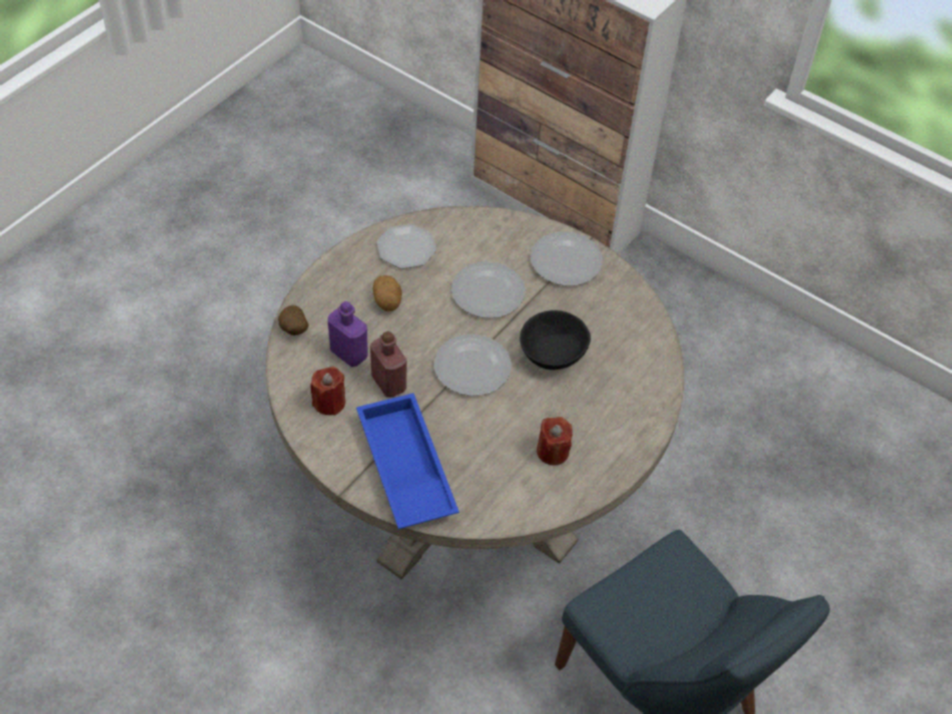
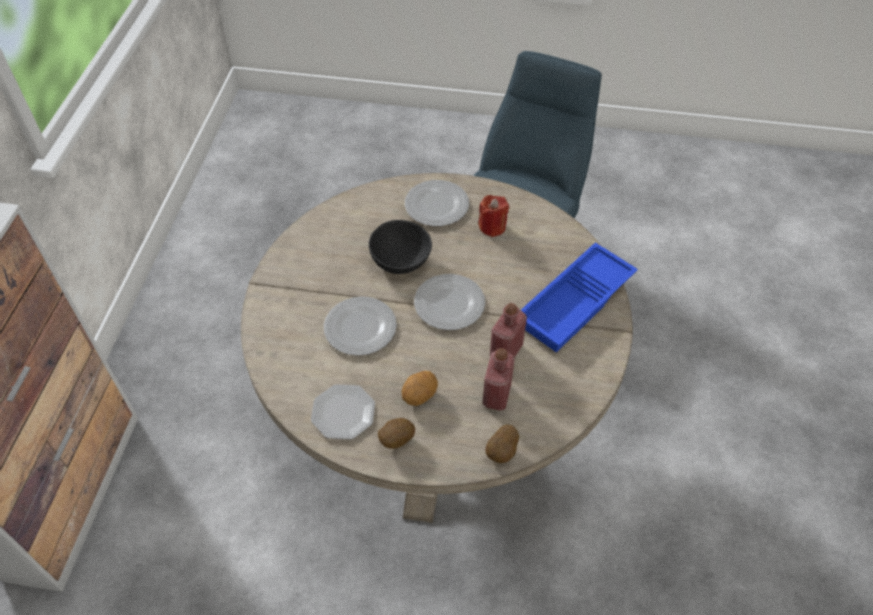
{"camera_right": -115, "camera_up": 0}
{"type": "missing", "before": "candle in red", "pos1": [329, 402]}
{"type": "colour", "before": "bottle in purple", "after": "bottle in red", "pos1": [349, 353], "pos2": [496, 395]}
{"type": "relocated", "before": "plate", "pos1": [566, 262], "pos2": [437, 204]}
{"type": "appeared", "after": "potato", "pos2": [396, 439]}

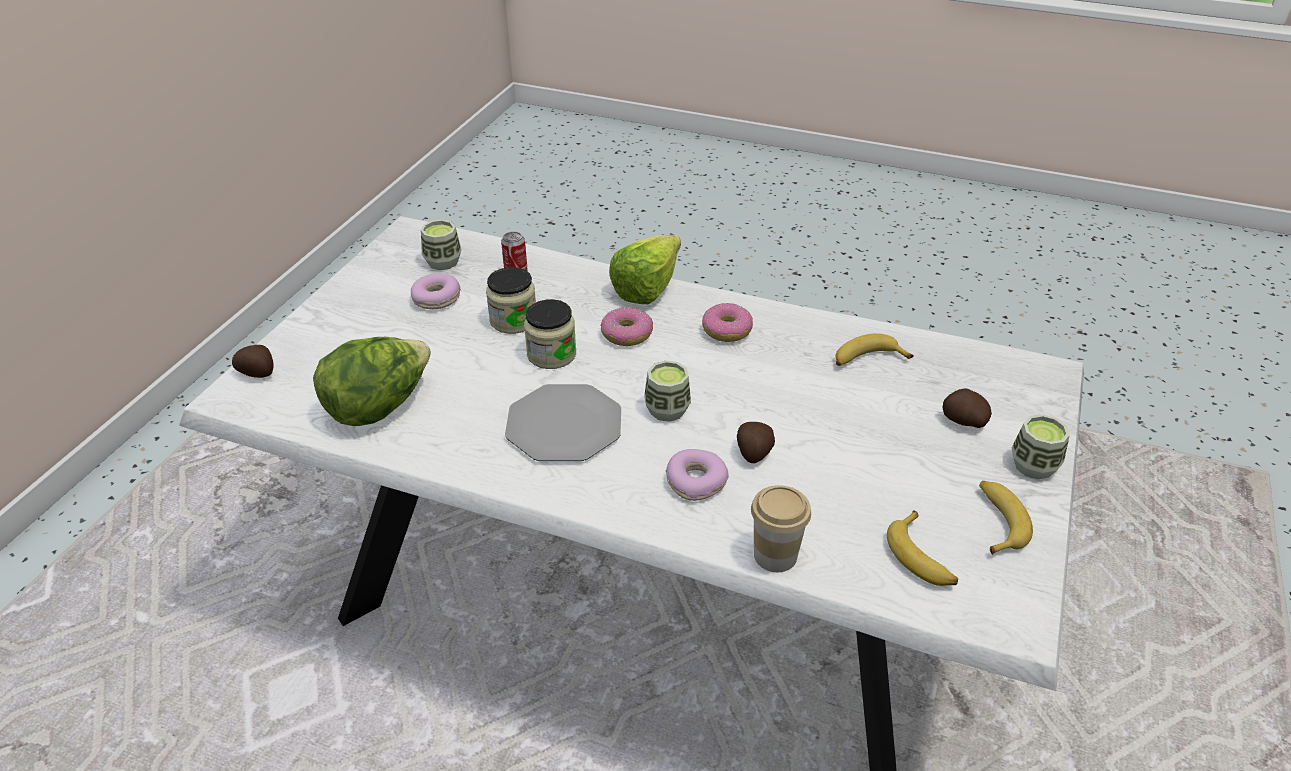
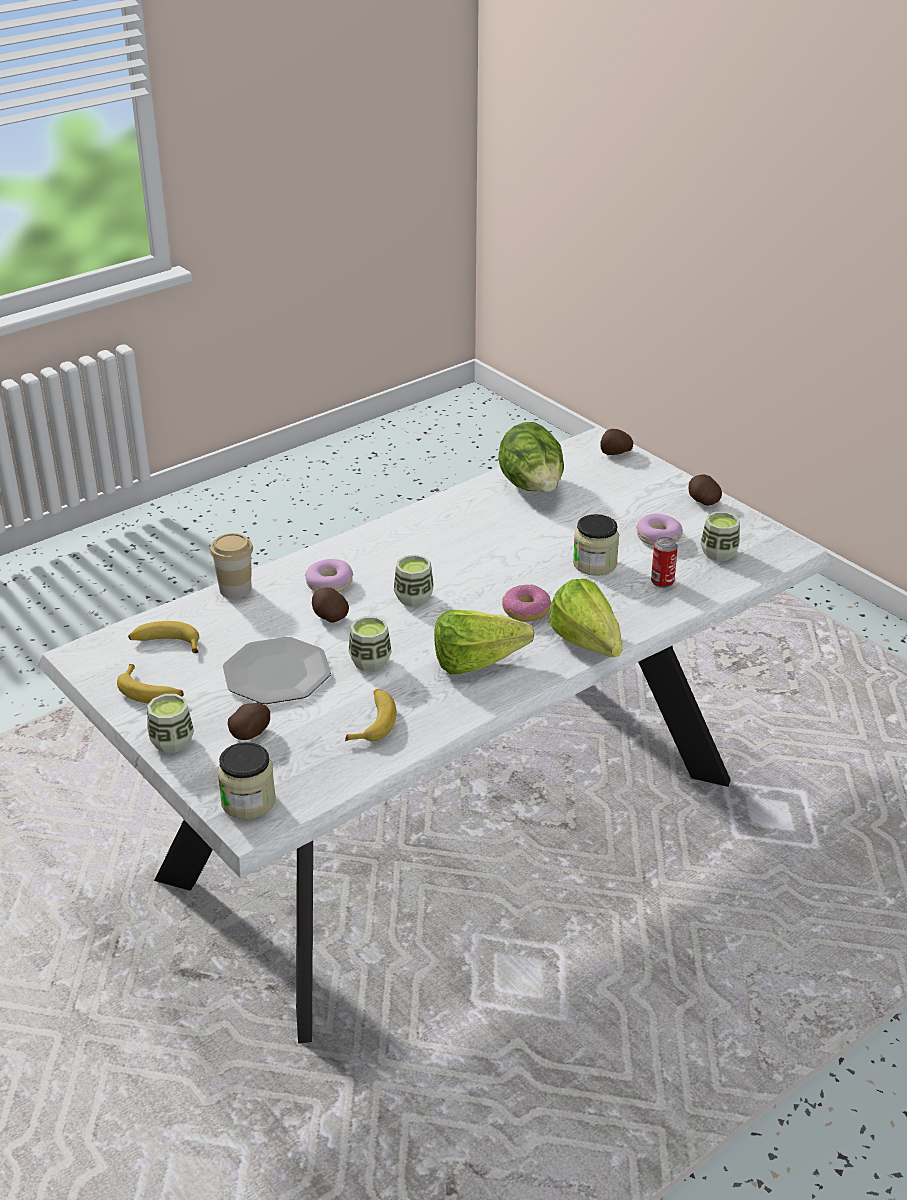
{"camera_right": 120, "camera_up": -5}
{"type": "relocated", "before": "plate", "pos1": [564, 425], "pos2": [277, 673]}
{"type": "relocated", "before": "jar", "pos1": [551, 354], "pos2": [248, 801]}
{"type": "exchanged", "before": "donut", "after": "lettuce", "pos1": [727, 330], "pos2": [485, 663]}
{"type": "appeared", "after": "cup", "pos2": [370, 661]}
{"type": "appeared", "after": "potato", "pos2": [702, 501]}

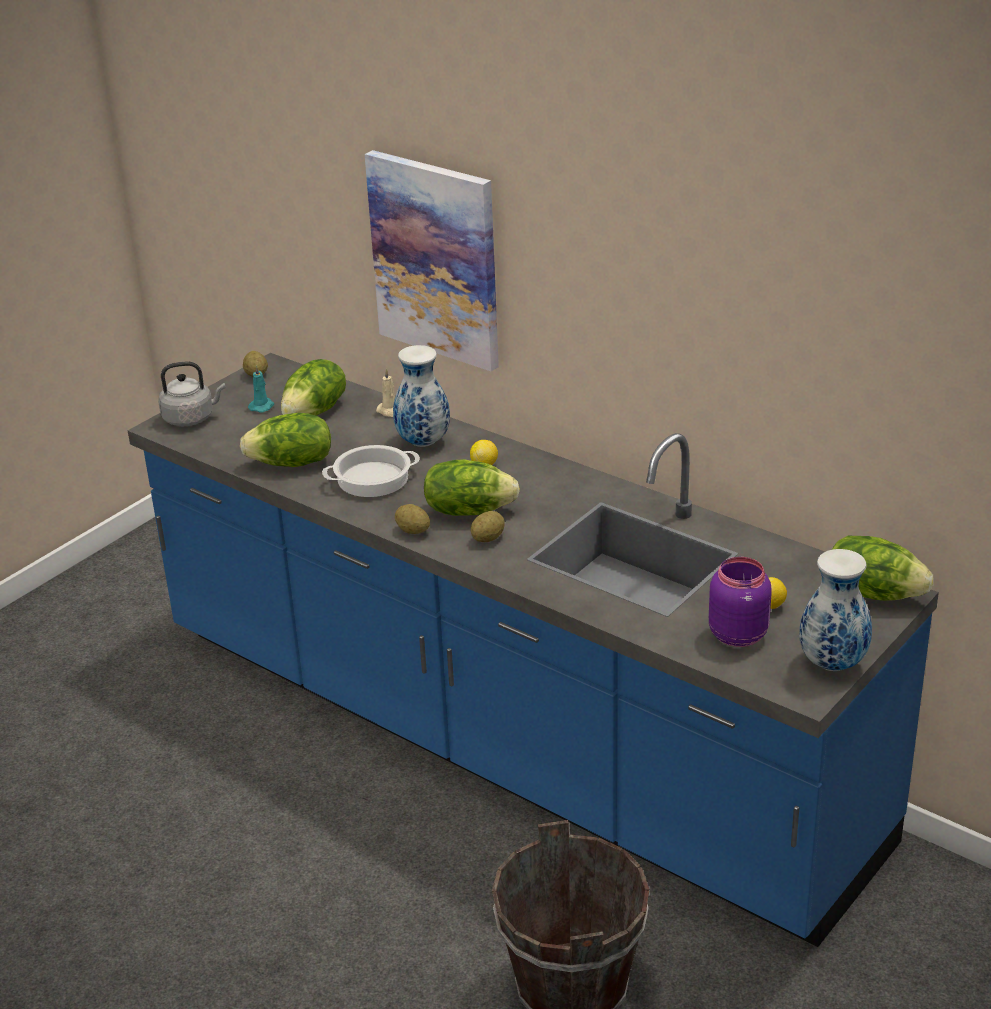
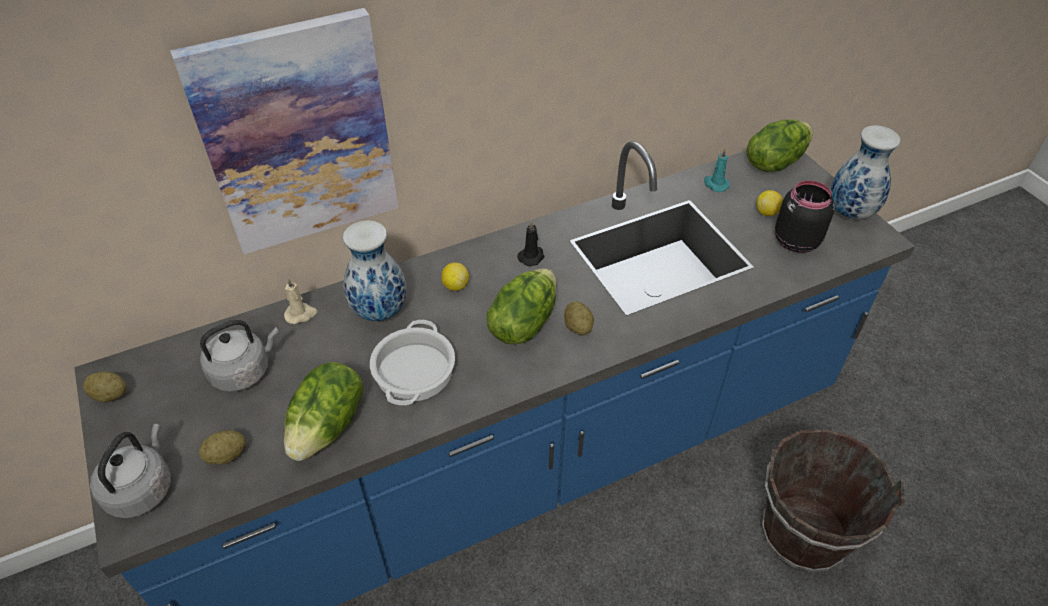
{"camera_right": -65, "camera_up": 15}
{"type": "relocated", "before": "candle in turquoise", "pos1": [262, 406], "pos2": [715, 184]}
{"type": "exchanged", "before": "lettuce", "after": "kettle in grey", "pos1": [315, 412], "pos2": [244, 371]}
{"type": "relocated", "before": "potato", "pos1": [413, 531], "pos2": [226, 455]}
{"type": "colour", "before": "jar in purple", "after": "jar in black", "pos1": [738, 634], "pos2": [794, 241]}
{"type": "appeared", "after": "candle in black", "pos2": [532, 256]}

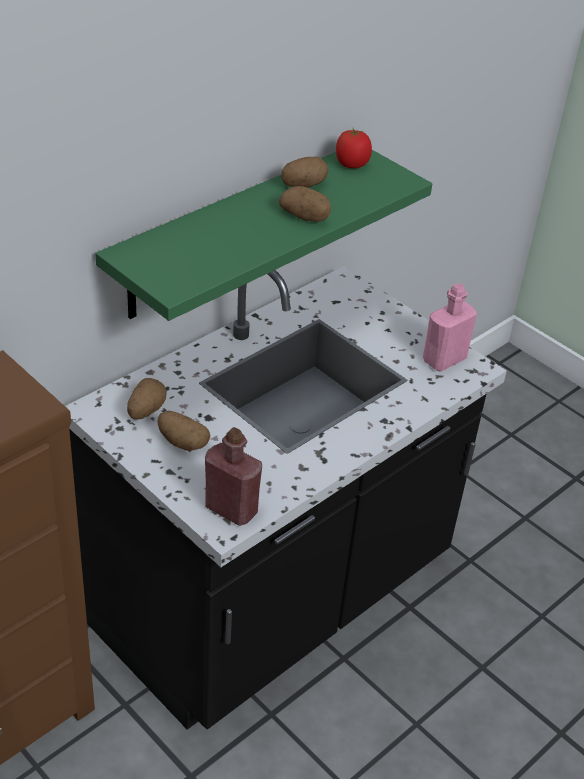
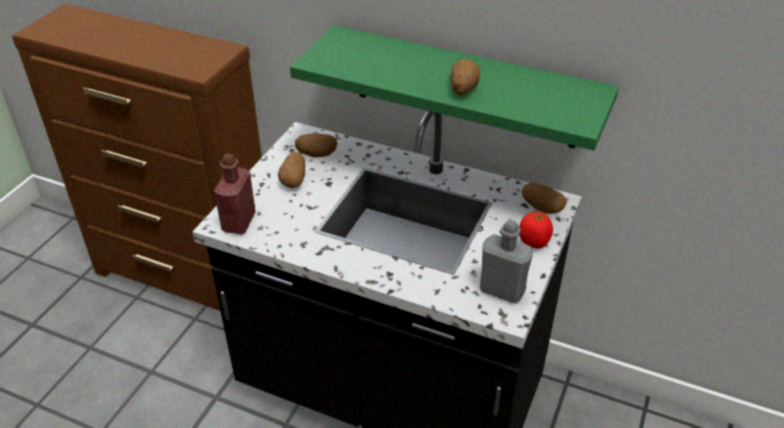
{"camera_right": 70, "camera_up": 0}
{"type": "relocated", "before": "potato", "pos1": [303, 185], "pos2": [541, 208]}
{"type": "relocated", "before": "tomato", "pos1": [352, 164], "pos2": [534, 242]}
{"type": "colour", "before": "bottle in pink", "after": "bottle in grey", "pos1": [444, 360], "pos2": [502, 290]}

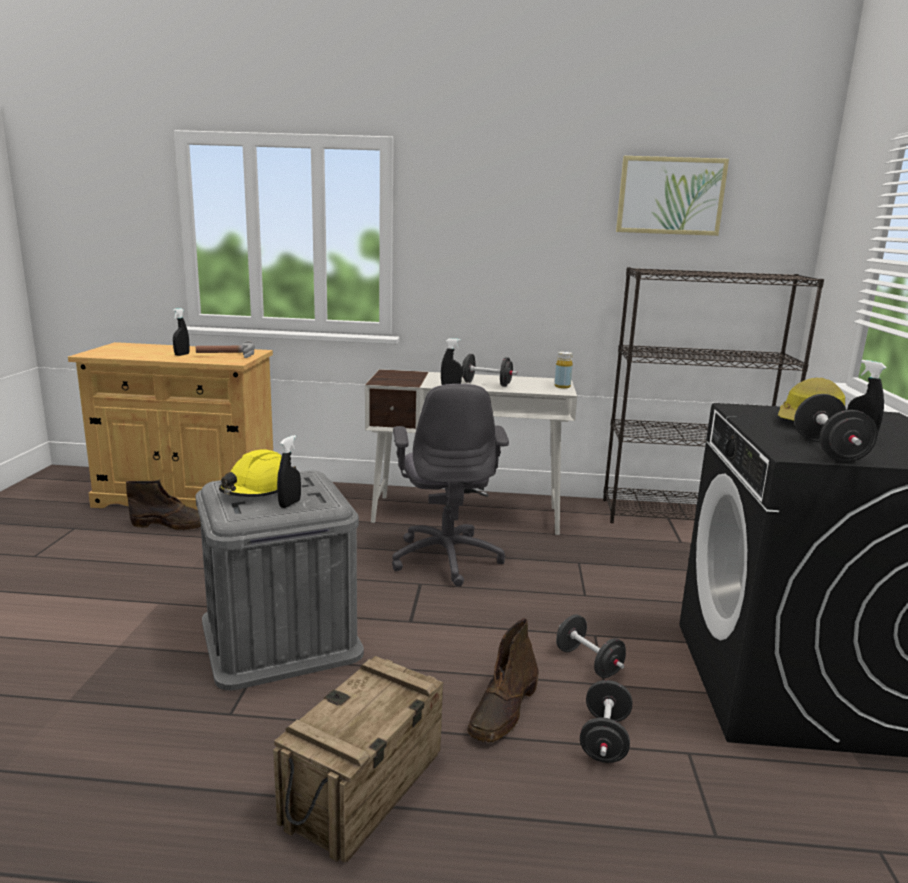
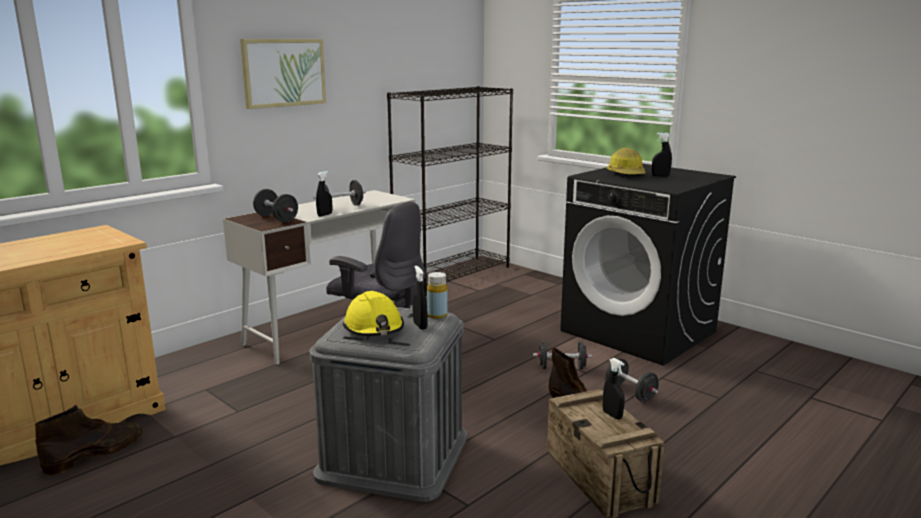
{"camera_right": -50, "camera_up": 0}
{"type": "relocated", "before": "spray bottle in black", "pos1": [182, 355], "pos2": [612, 415]}
{"type": "missing", "before": "hammer", "pos1": [226, 356]}
{"type": "relocated", "before": "bottle in yellow", "pos1": [562, 386], "pos2": [437, 315]}
{"type": "relocated", "before": "picture", "pos1": [670, 196], "pos2": [284, 72]}
{"type": "relocated", "before": "dumbbell in black", "pos1": [829, 450], "pos2": [276, 218]}

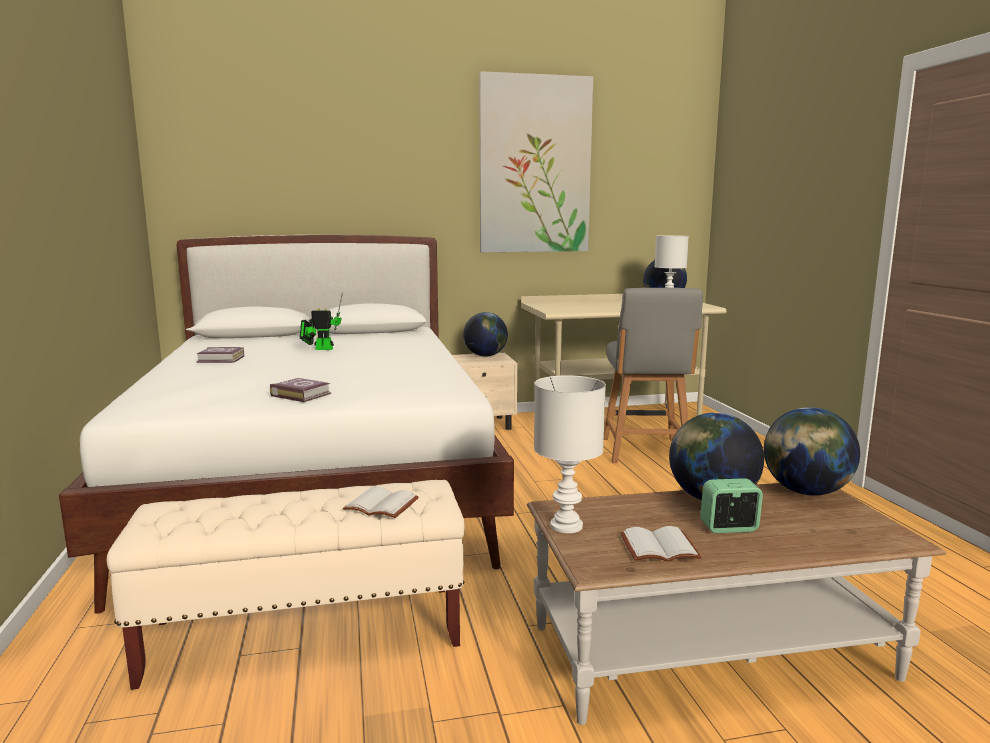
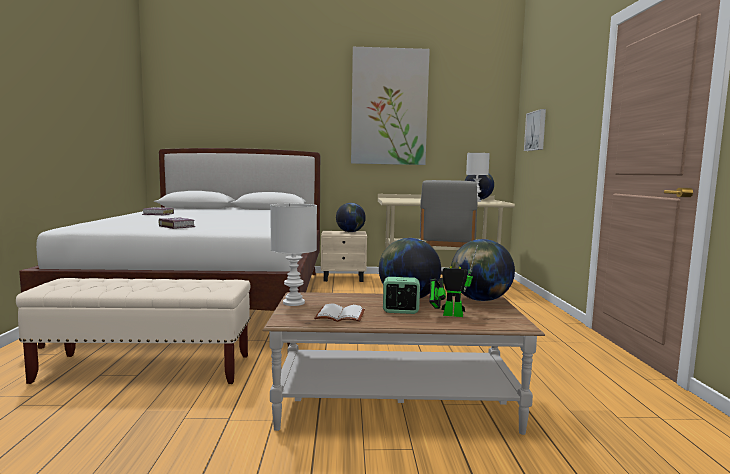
{"camera_right": 10, "camera_up": -5}
{"type": "relocated", "before": "toy robot", "pos1": [321, 349], "pos2": [449, 314]}
{"type": "missing", "before": "book in white", "pos1": [383, 504]}
{"type": "appeared", "after": "picture", "pos2": [536, 131]}

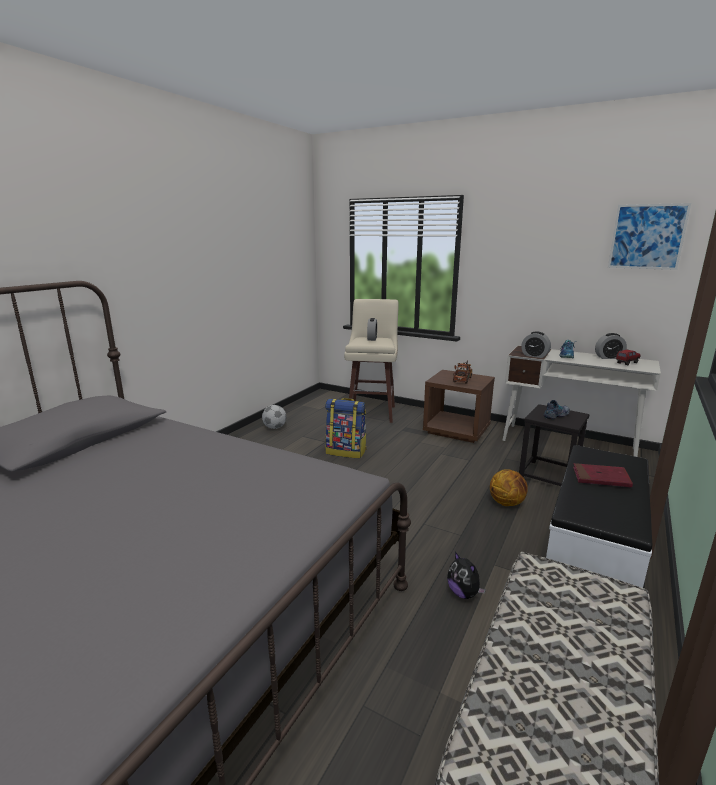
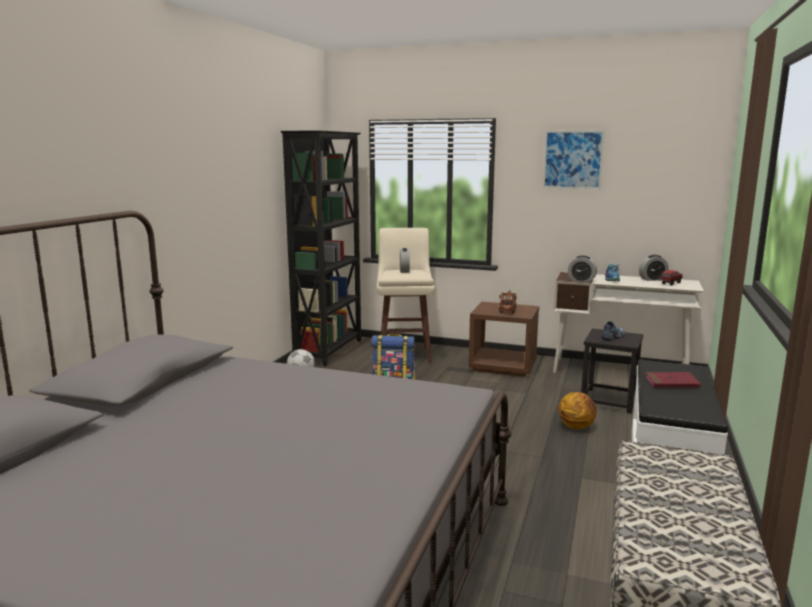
{"camera_right": -10, "camera_up": -5}
{"type": "missing", "before": "plush toy", "pos1": [463, 593]}
{"type": "relocated", "before": "picture", "pos1": [647, 237], "pos2": [572, 159]}
{"type": "appeared", "after": "bookcase in black", "pos2": [330, 351]}

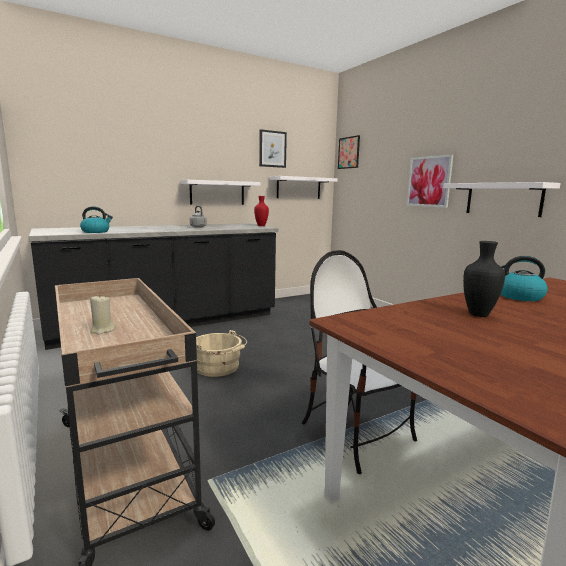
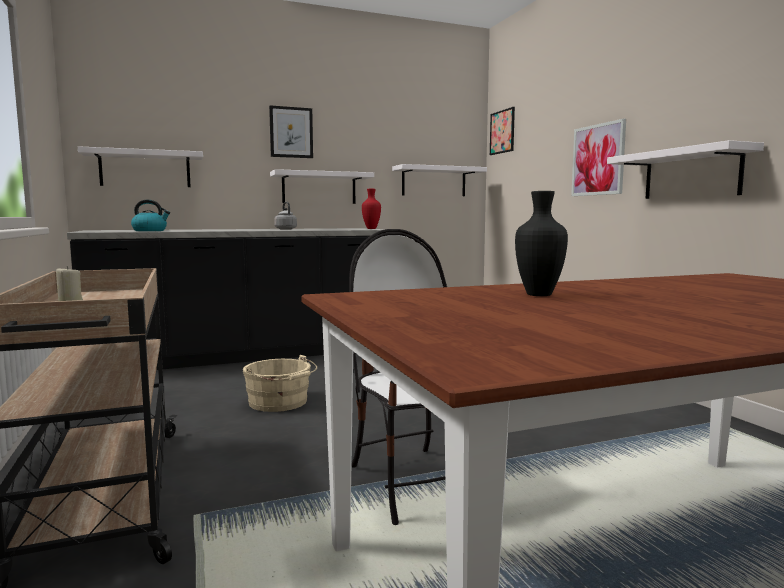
{"camera_right": 10, "camera_up": -5}
{"type": "relocated", "before": "picture", "pos1": [272, 149], "pos2": [291, 132]}
{"type": "missing", "before": "kettle", "pos1": [518, 296]}
{"type": "appeared", "after": "shelf in white", "pos2": [145, 169]}

